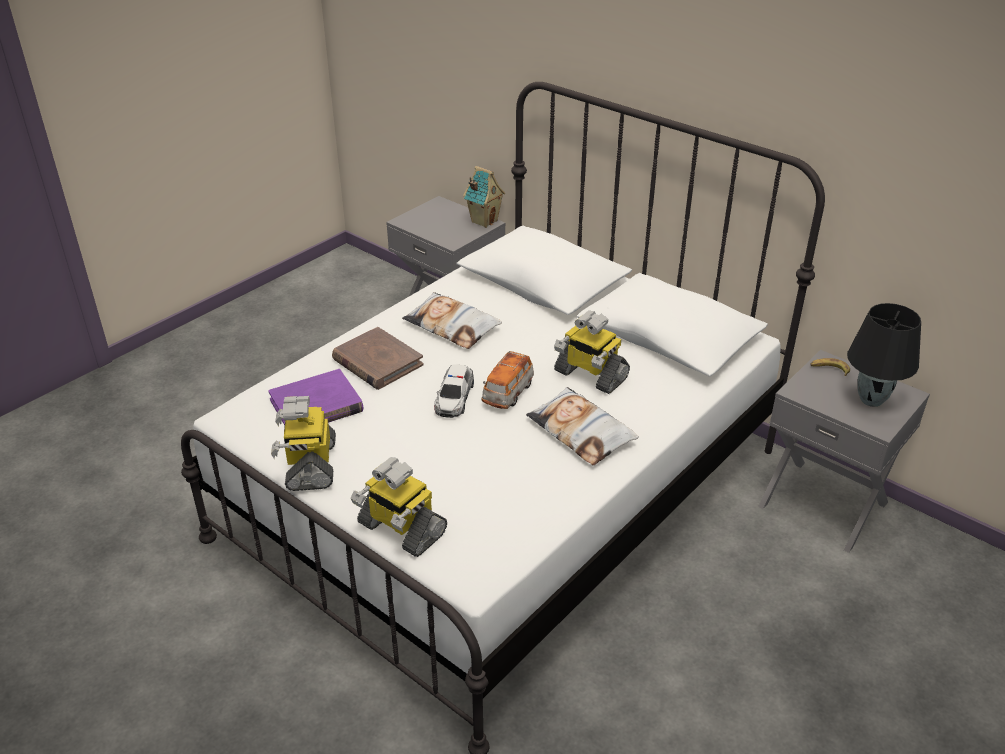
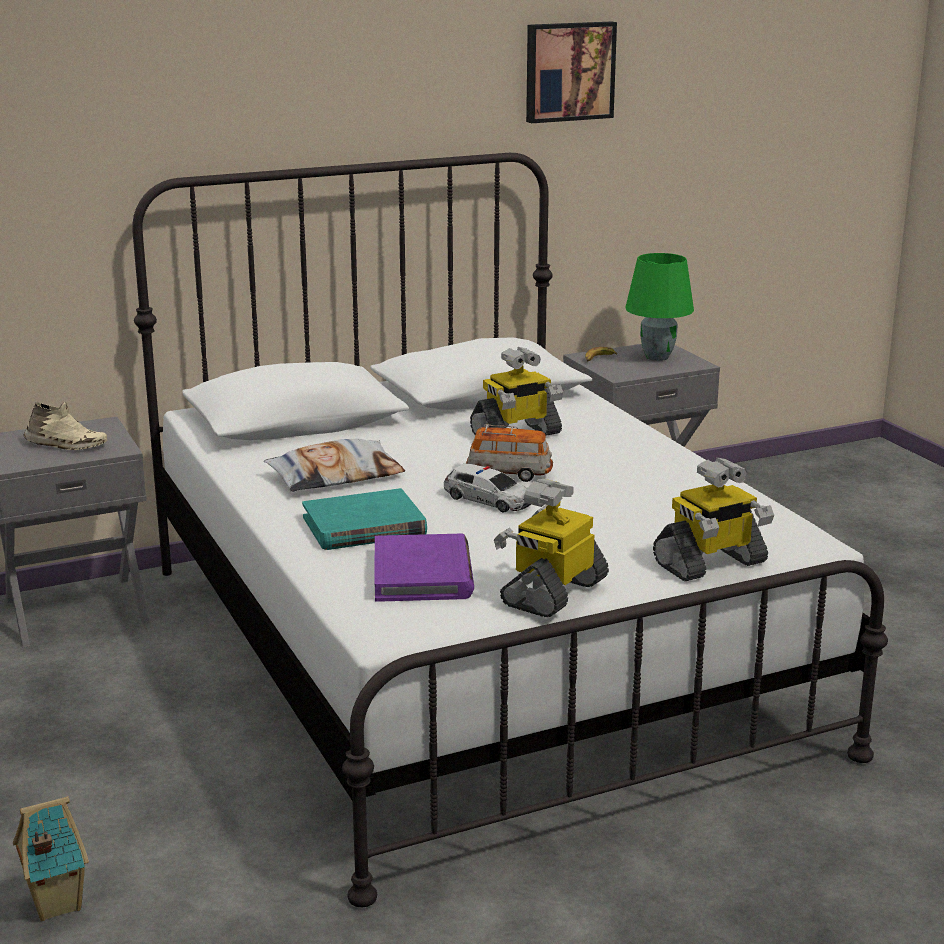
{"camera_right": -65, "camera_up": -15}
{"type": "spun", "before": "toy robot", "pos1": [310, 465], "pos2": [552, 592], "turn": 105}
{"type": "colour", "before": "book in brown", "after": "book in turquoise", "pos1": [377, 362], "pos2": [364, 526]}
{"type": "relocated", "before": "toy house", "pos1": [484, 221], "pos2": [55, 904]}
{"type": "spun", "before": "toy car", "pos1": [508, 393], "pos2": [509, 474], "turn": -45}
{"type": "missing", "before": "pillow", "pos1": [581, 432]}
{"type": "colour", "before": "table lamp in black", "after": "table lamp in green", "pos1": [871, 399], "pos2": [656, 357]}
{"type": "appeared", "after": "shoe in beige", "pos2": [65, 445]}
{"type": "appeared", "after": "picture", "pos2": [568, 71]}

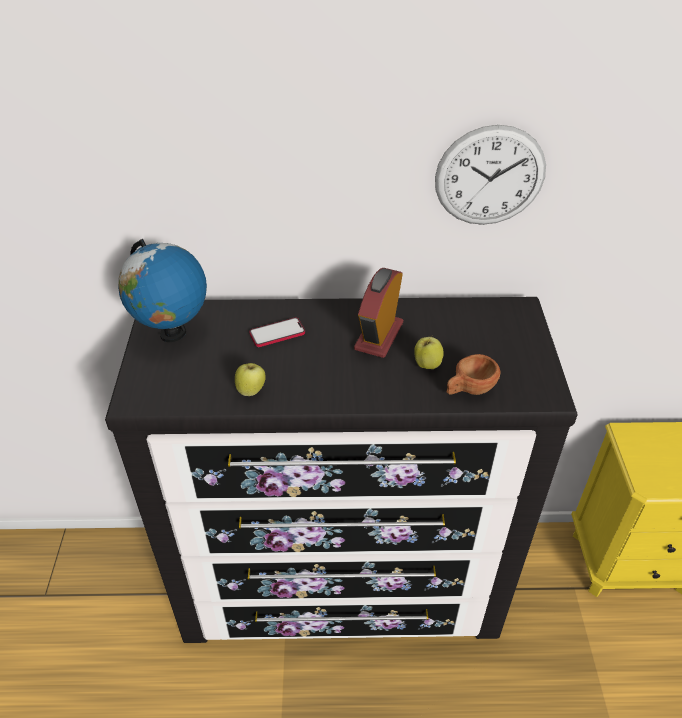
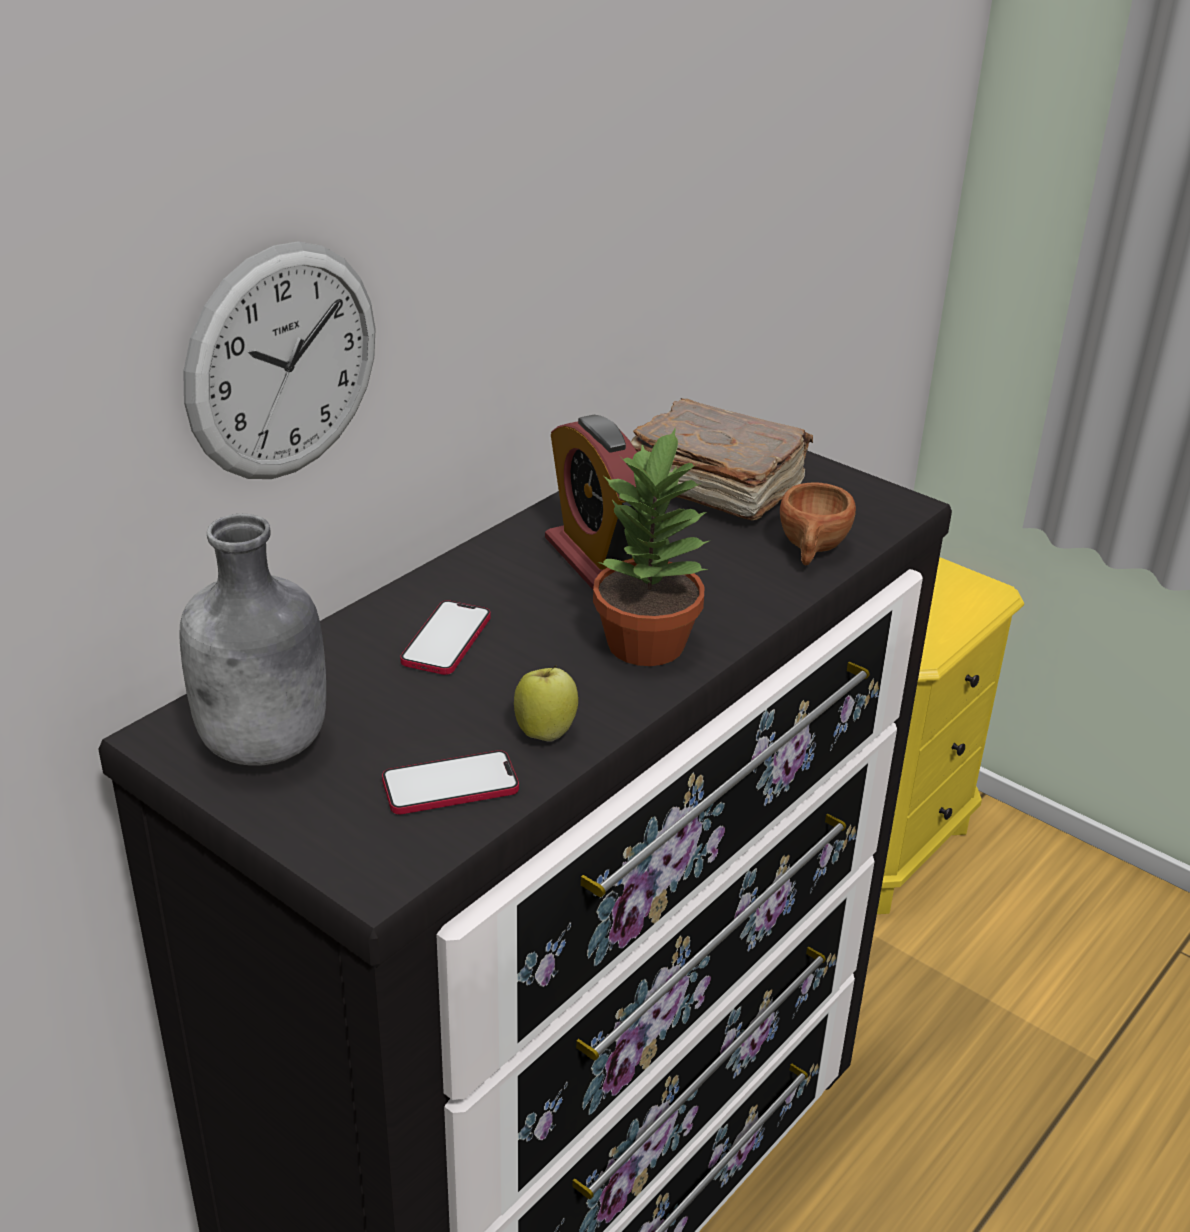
{"camera_right": -50, "camera_up": -10}
{"type": "exchanged", "before": "globe", "after": "bottle in grey", "pos1": [172, 333], "pos2": [266, 745]}
{"type": "missing", "before": "apple", "pos1": [427, 364]}
{"type": "relocated", "before": "wall clock", "pos1": [489, 176], "pos2": [283, 363]}
{"type": "appeared", "after": "phone", "pos2": [450, 786]}
{"type": "appeared", "after": "potted plant", "pos2": [648, 644]}
{"type": "appeared", "after": "book in brown", "pos2": [712, 486]}

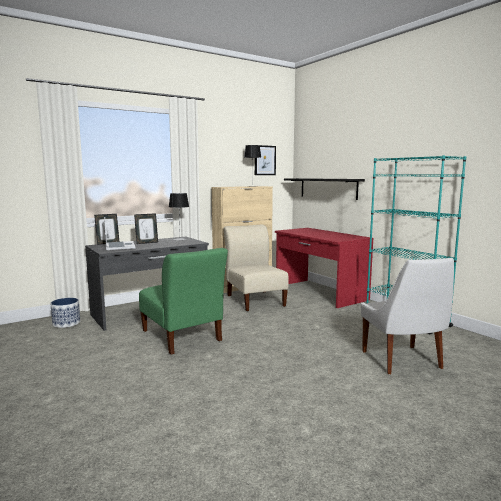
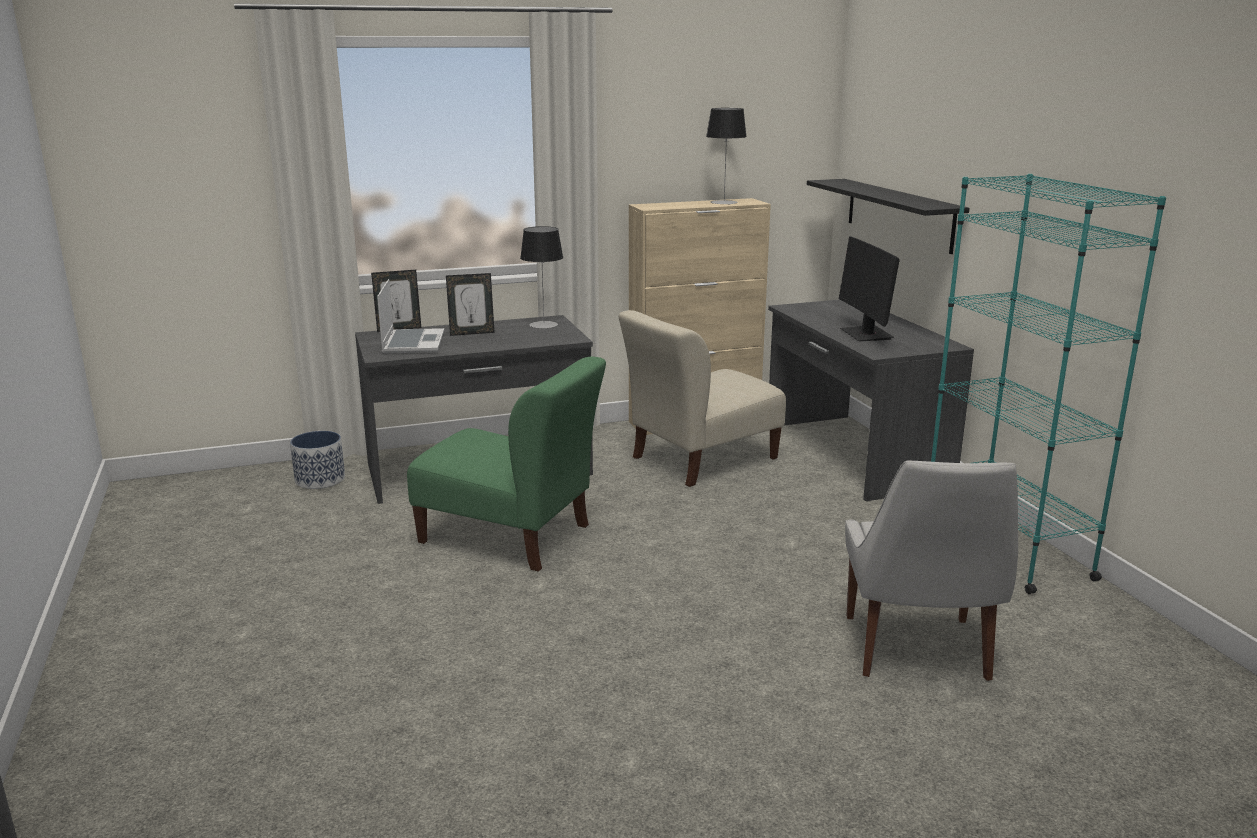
{"camera_right": 15, "camera_up": 10}
{"type": "spun", "before": "chair in green", "pos1": [182, 337], "pos2": [511, 537], "turn": -45}
{"type": "spun", "before": "chair in beige", "pos1": [255, 300], "pos2": [700, 460], "turn": -120}
{"type": "missing", "before": "picture", "pos1": [265, 160]}
{"type": "colour", "before": "desk in red", "after": "desk in grey", "pos1": [319, 292], "pos2": [852, 454]}
{"type": "appeared", "after": "monitor", "pos2": [866, 334]}

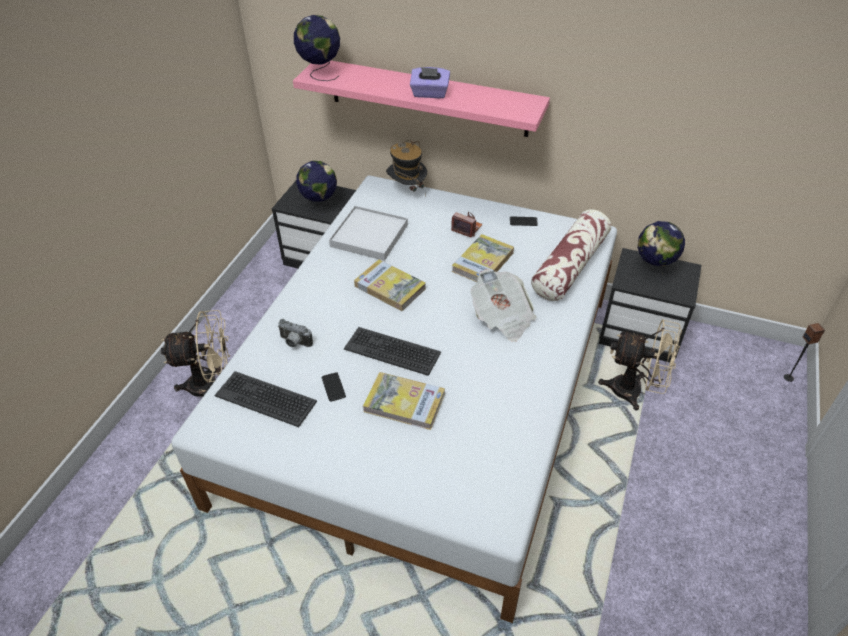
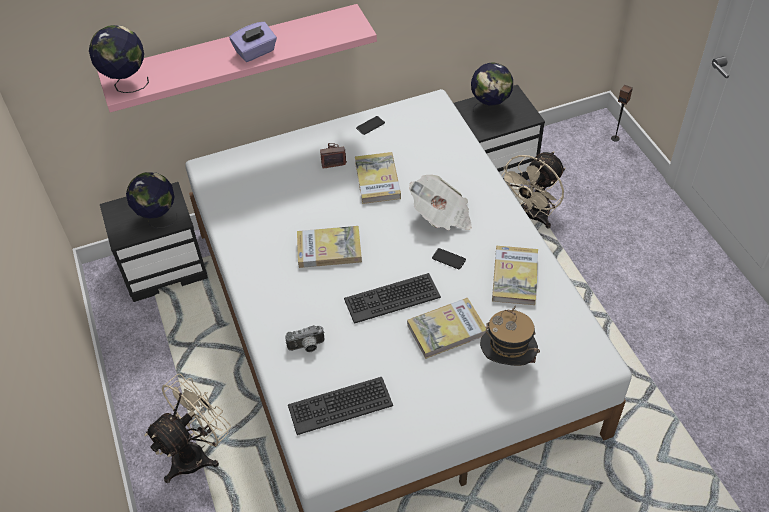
{"camera_right": -40, "camera_up": 5}
{"type": "relocated", "before": "phone", "pos1": [333, 387], "pos2": [448, 259]}
{"type": "missing", "before": "tray in white", "pos1": [369, 236]}
{"type": "relocated", "before": "hat", "pos1": [407, 190], "pos2": [507, 361]}
{"type": "missing", "before": "pillow", "pos1": [570, 265]}
{"type": "spun", "before": "fan in beige", "pos1": [634, 392], "pos2": [532, 216], "turn": 150}
{"type": "appeared", "after": "book", "pos2": [515, 277]}

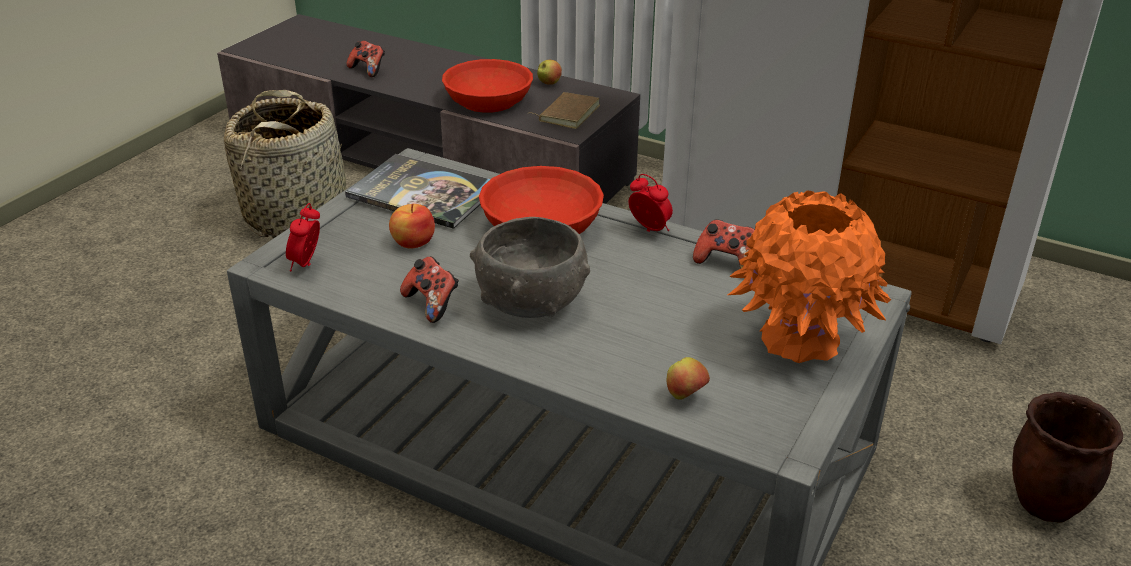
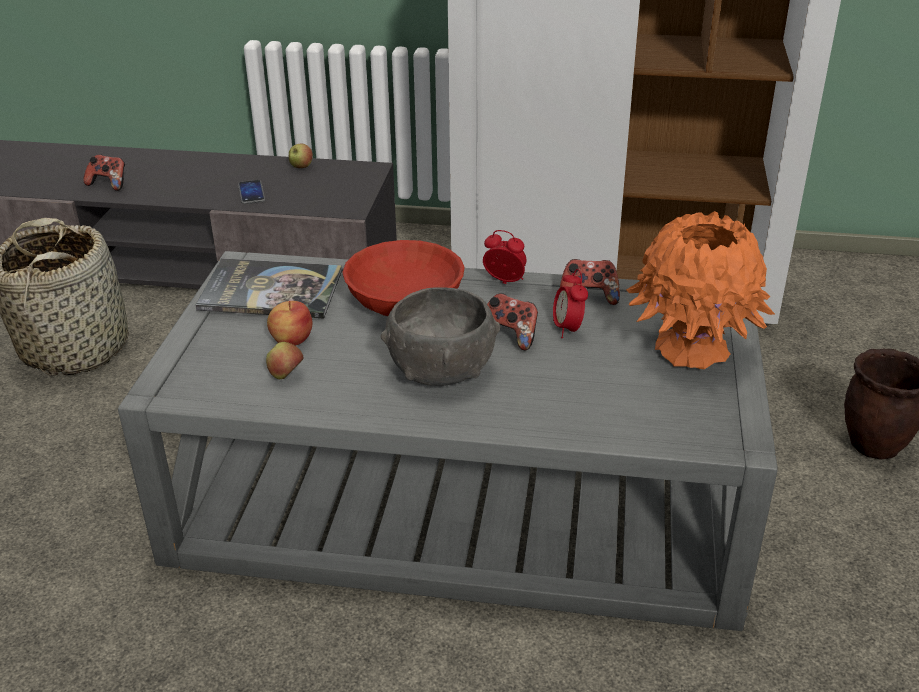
{"camera_right": -20, "camera_up": 0}
{"type": "relocated", "before": "alarm clock", "pos1": [307, 264], "pos2": [568, 329]}
{"type": "relocated", "before": "game controller", "pos1": [432, 304], "pos2": [509, 336]}
{"type": "exchanged", "before": "bowl in red", "after": "phone", "pos1": [488, 100], "pos2": [251, 193]}
{"type": "missing", "before": "book in brown", "pos1": [567, 113]}
{"type": "relocated", "before": "apple", "pos1": [685, 395], "pos2": [286, 376]}

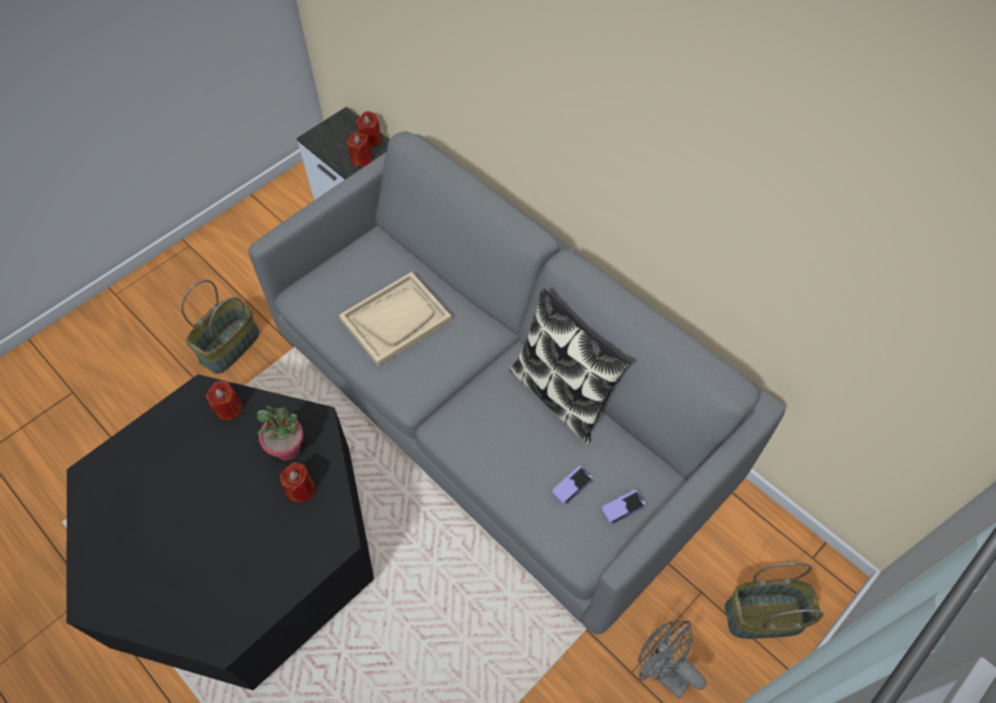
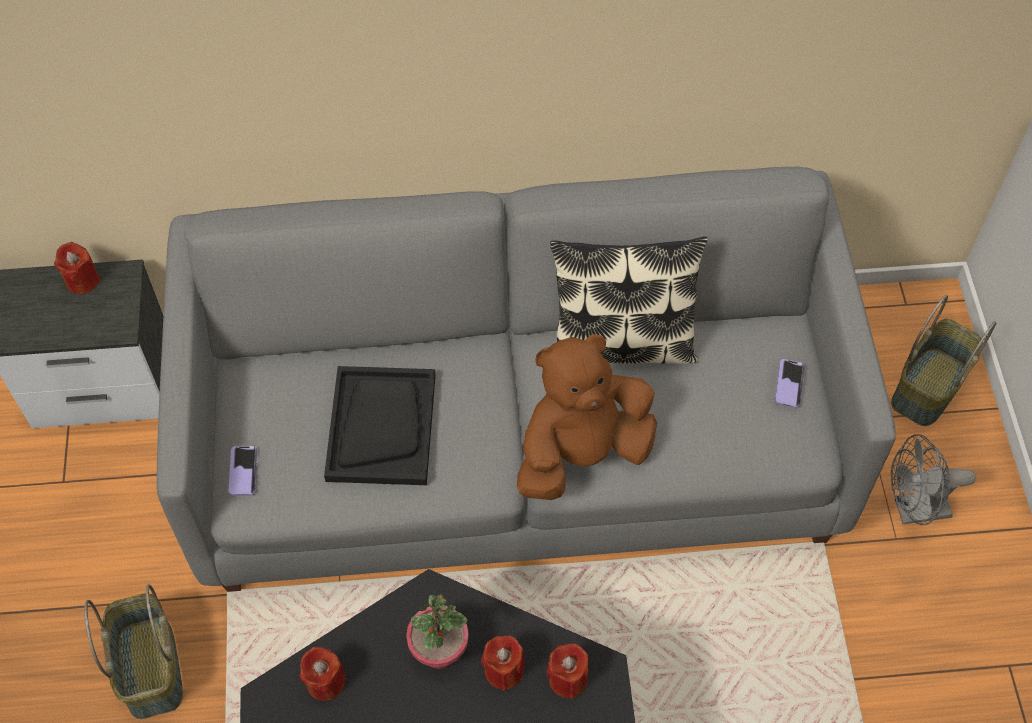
{"camera_right": -50, "camera_up": 0}
{"type": "colour", "before": "tray in beige", "after": "tray in black", "pos1": [396, 319], "pos2": [381, 427]}
{"type": "relocated", "before": "candle in red", "pos1": [361, 159], "pos2": [568, 679]}
{"type": "relocated", "before": "phone", "pos1": [572, 485], "pos2": [243, 471]}
{"type": "appeared", "after": "plush toy in brown", "pos2": [581, 453]}

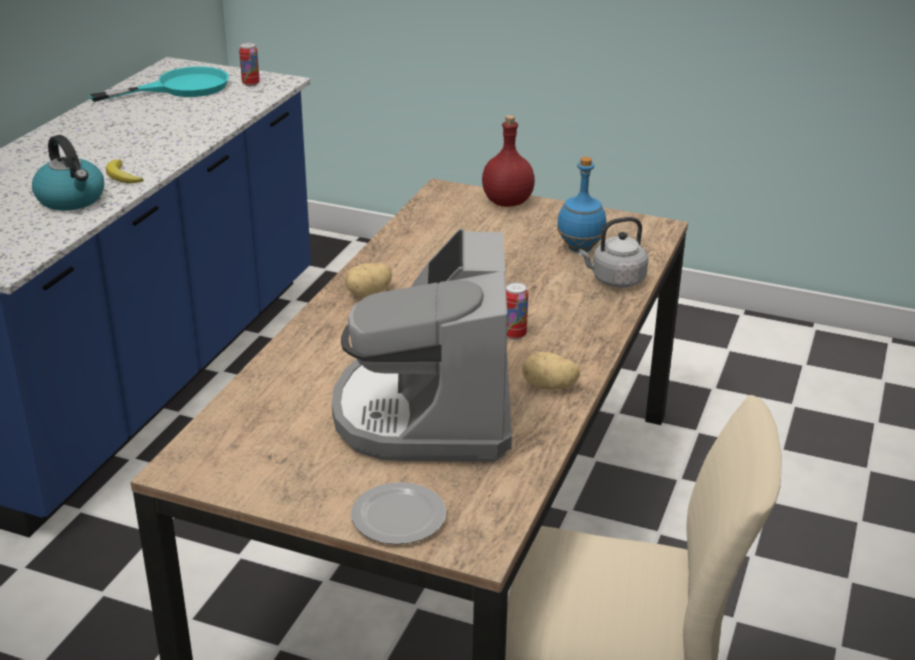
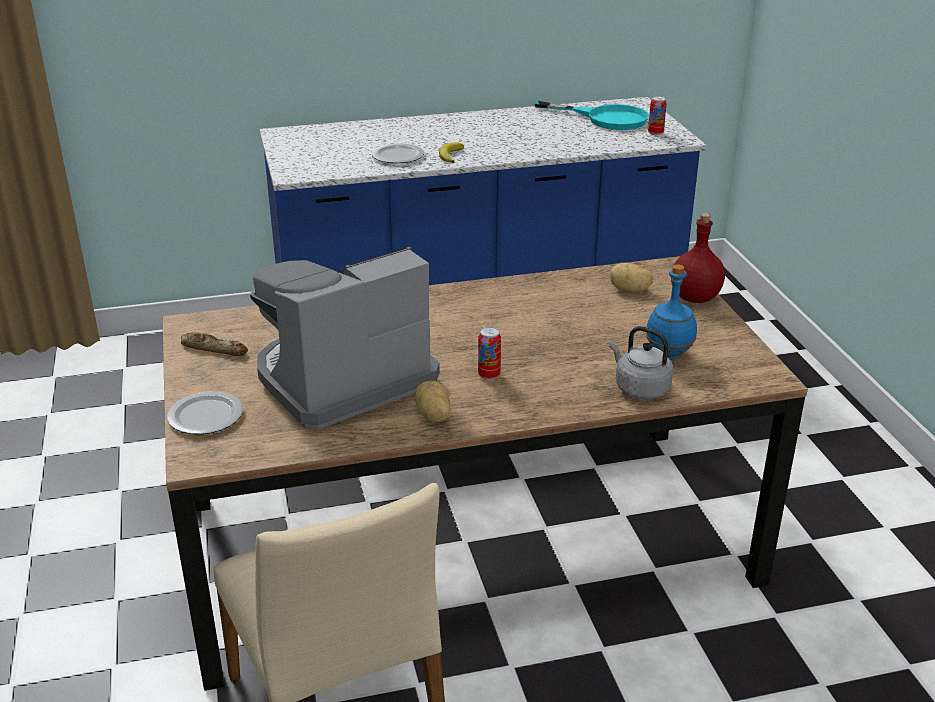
{"camera_right": 55, "camera_up": 0}
{"type": "exchanged", "before": "kettle", "after": "plate", "pos1": [72, 199], "pos2": [399, 156]}
{"type": "relocated", "before": "potato", "pos1": [369, 293], "pos2": [629, 290]}
{"type": "appeared", "after": "bread", "pos2": [214, 349]}

